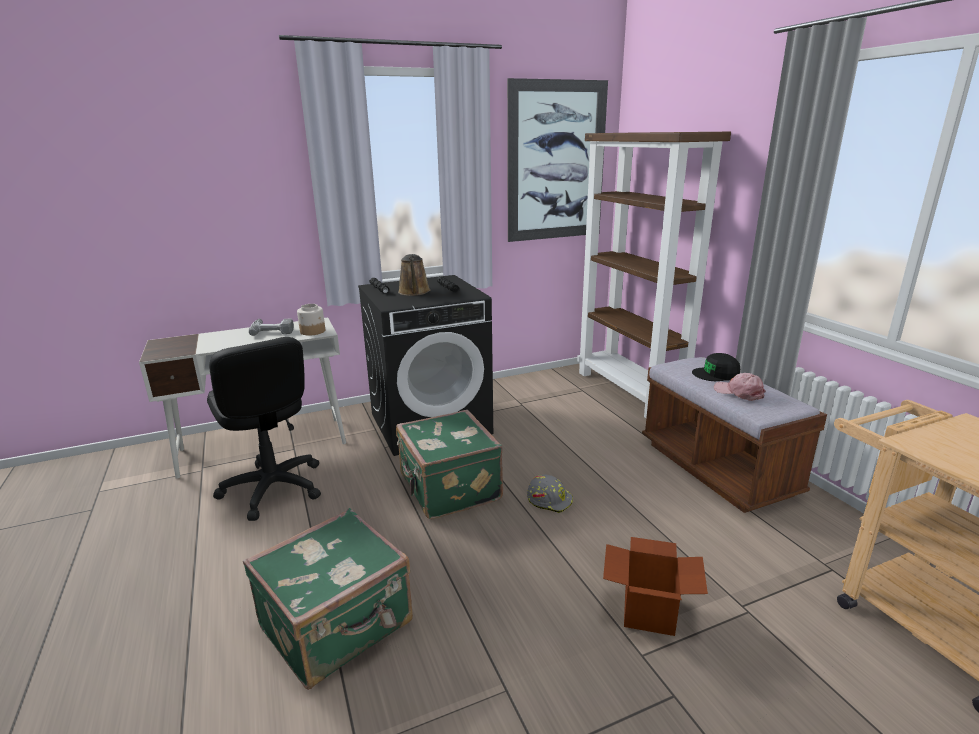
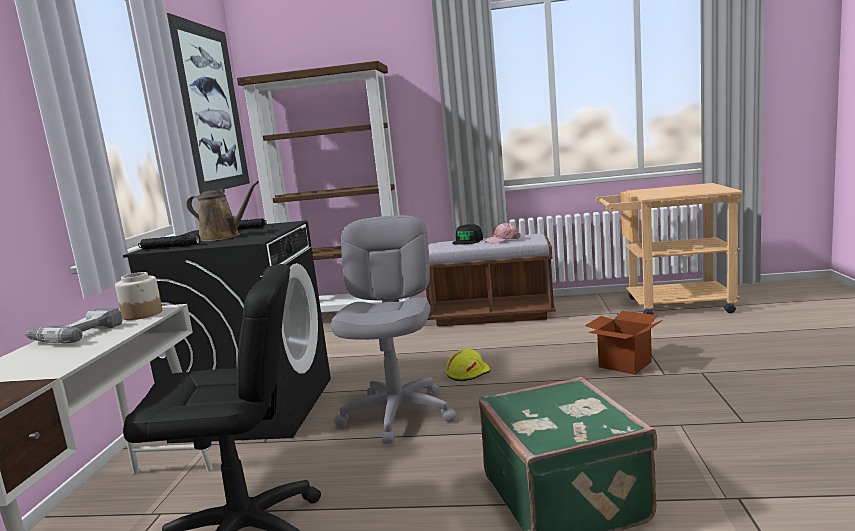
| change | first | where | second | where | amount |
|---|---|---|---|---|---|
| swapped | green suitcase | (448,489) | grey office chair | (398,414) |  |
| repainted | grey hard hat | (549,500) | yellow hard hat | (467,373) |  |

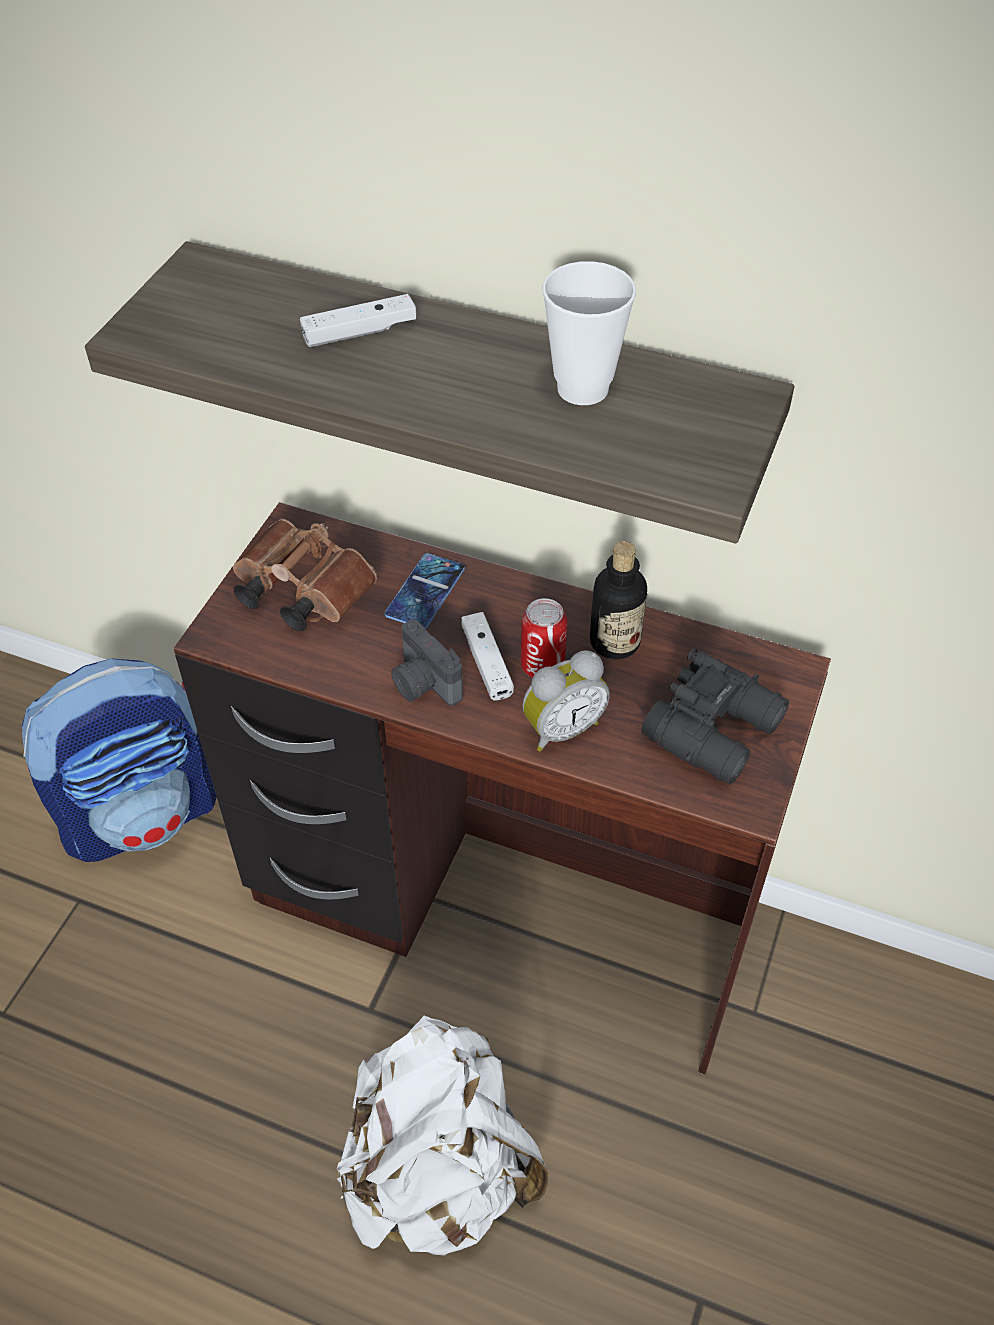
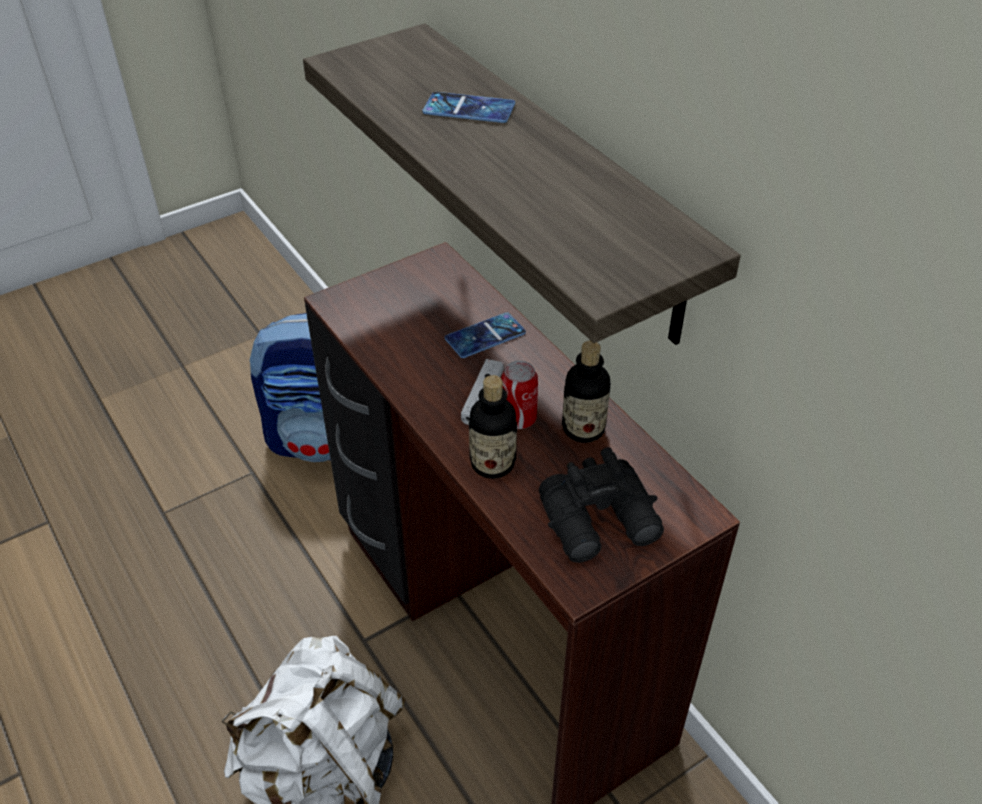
| change | first | where | second | where | amount |
|---|---|---|---|---|---|
| gone | cup | (582,389) |  |  |  |
| swapped | white game controller | (360,332) | phone | (469,108) |  |
| gone | brown binoculars | (299,592) |  |  |  |
| gone | photo camera | (423,684) |  |  |  |
| swapped | alarm clock | (561,728) | bottle | (492,463) |  |

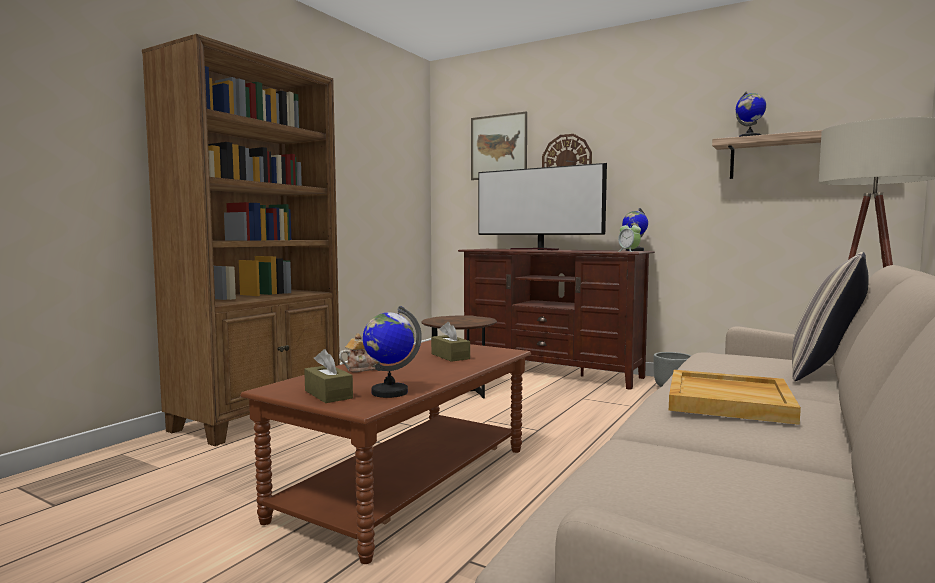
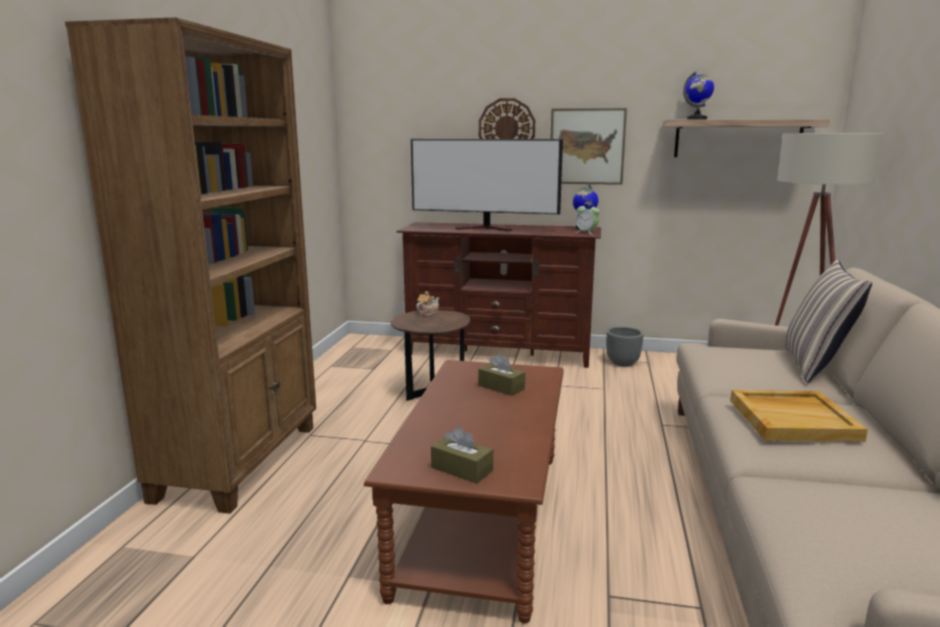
| change | first | where | second | where | amount |
|---|---|---|---|---|---|
| shifted | picture | (498,147) |  | (587,146) |  |
| gone | globe | (389,392) |  |  |  |
| shifted | teapot | (362,369) |  | (427,313) |  |

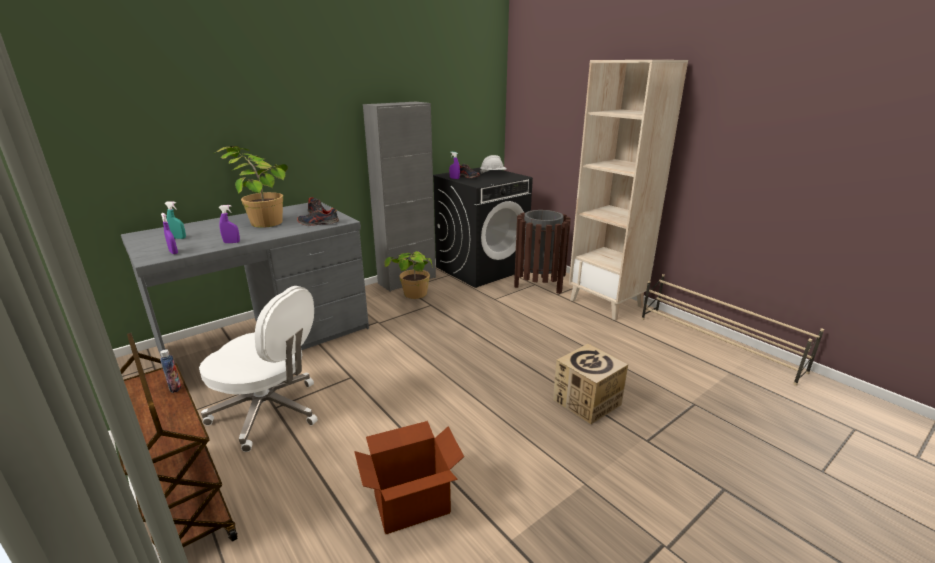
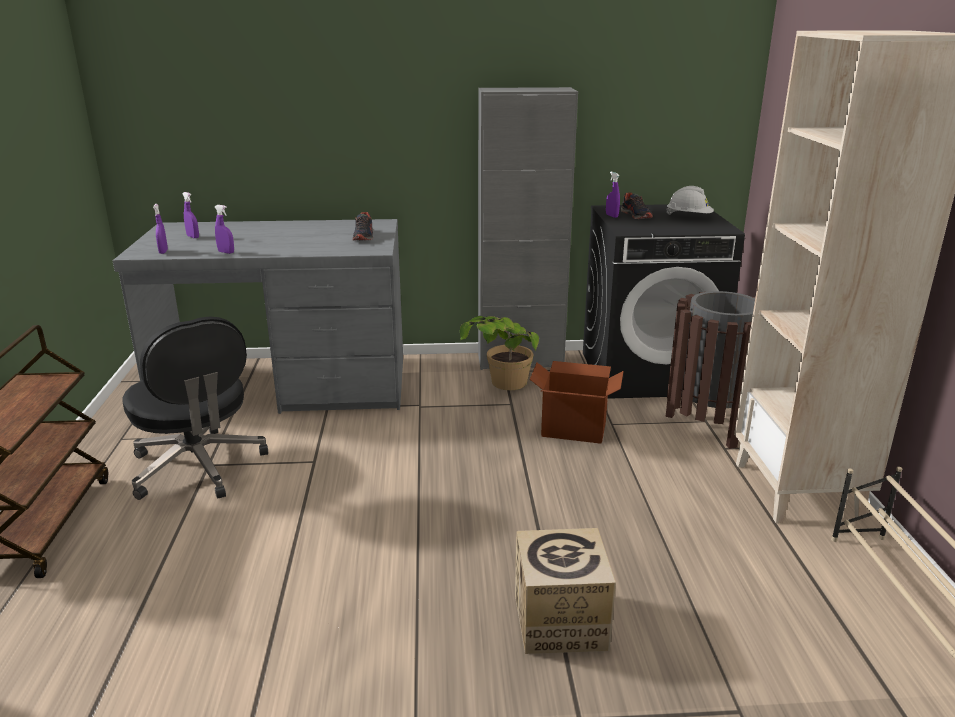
| change | first | where | second | where | amount |
|---|---|---|---|---|---|
| gone | potted plant | (260,219) |  |  |  |
| repainted | turquoise spray bottle | (179,238) | purple spray bottle | (193,237) |  |
| gone | shoe | (318,223) |  |  |  |
| repainted | white office chair | (269,412) | black office chair | (198,467) |  |
| gone | bottle | (175,388) |  |  |  |
| shifted | cardboard box | (411,503) |  | (573,429) |  |

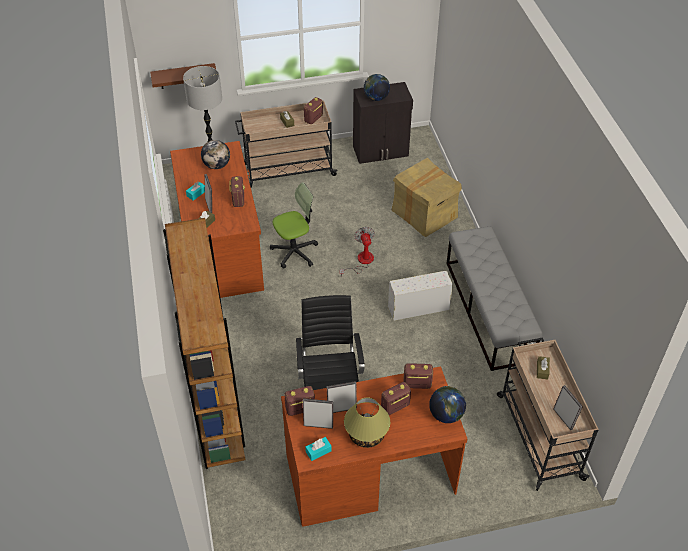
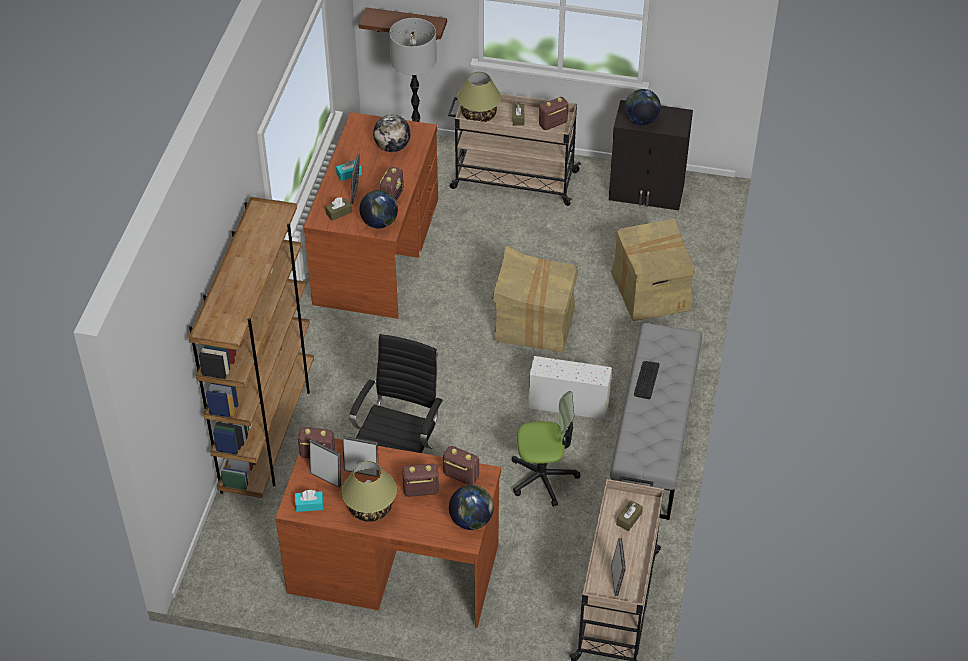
| change | first | where | second | where | amount |
|---|---|---|---|---|---|
| shifted | office chair | (294,252) |  | (543,477) |  |
| swapped | fan | (361,261) | cardboard box | (534,324) |  |
| new |  |  | table lamp | (479,115) |  |
| new |  |  | globe | (379,223) |  |
| new |  |  | keyboard | (646,380) |  |

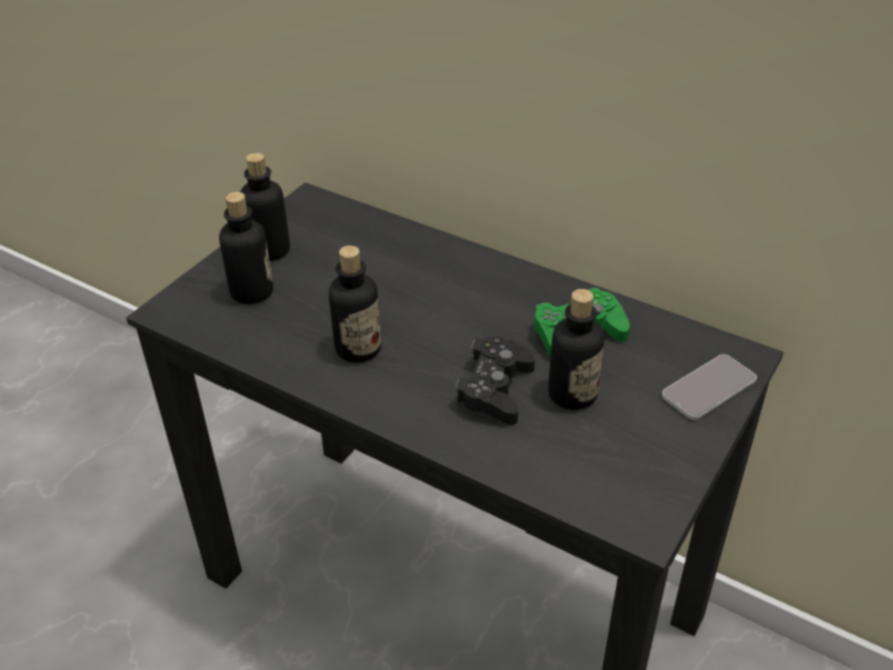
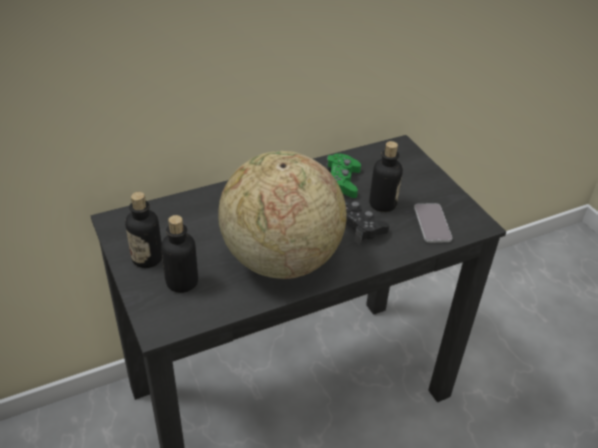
| change | first | where | second | where | amount |
|---|---|---|---|---|---|
| swapped | bottle | (358,349) | globe | (280,260) |  |
| shifted | phone | (709,388) |  | (432,223) |  |

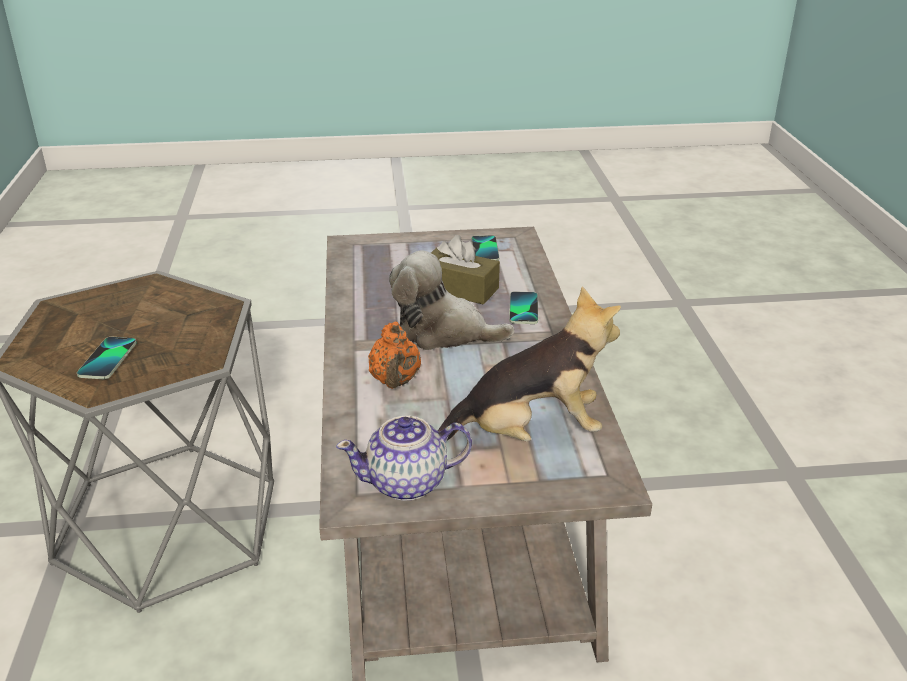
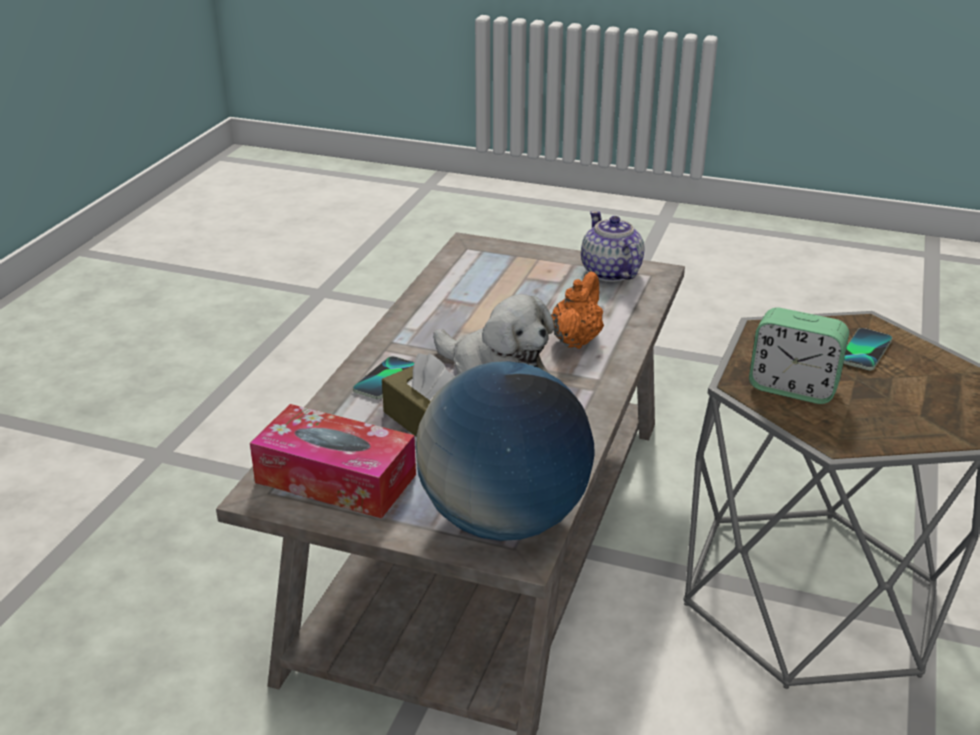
| change | first | where | second | where | amount |
|---|---|---|---|---|---|
| swapped | phone | (485,249) | tissue box | (336,478) |  |
| gone | plush toy | (529,433) |  |  |  |
| rotated | teapot | (408,483) |  | (610,273) | 120 degrees counterclockwise |
| new |  |  | alarm clock | (793,388) |  |
| new |  |  | globe | (504,520) |  |

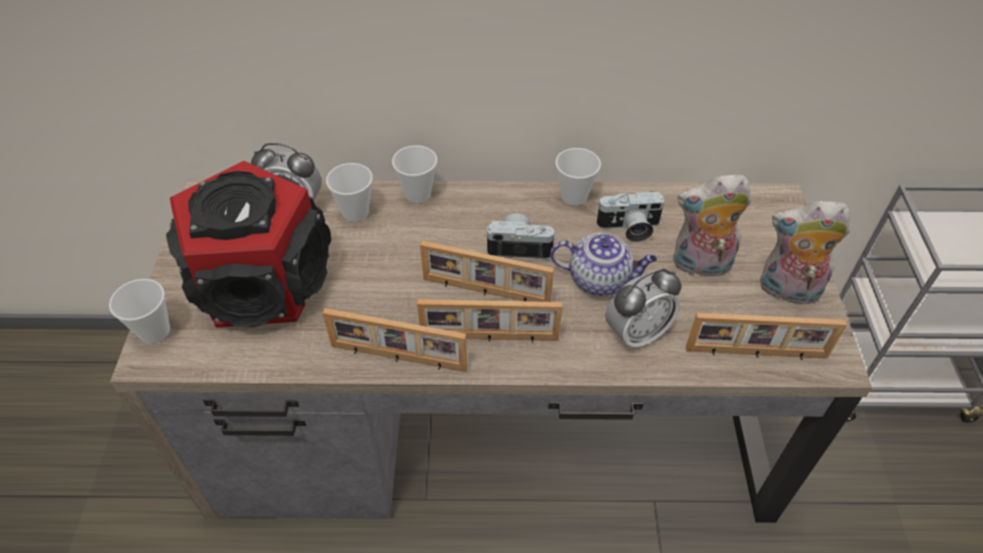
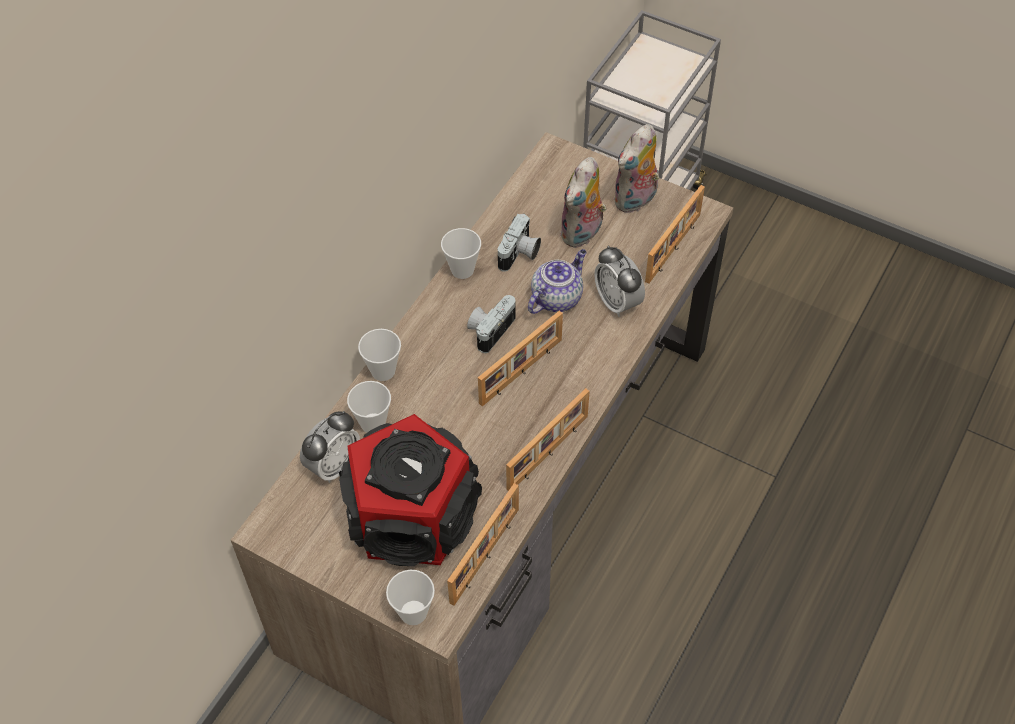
| change | first | where | second | where | amount |
|---|---|---|---|---|---|
| rotated | alarm clock | (636,333) |  | (617,302) | 150 degrees clockwise |
| shifted | picture frame | (489,339) |  | (486,556) |  |

